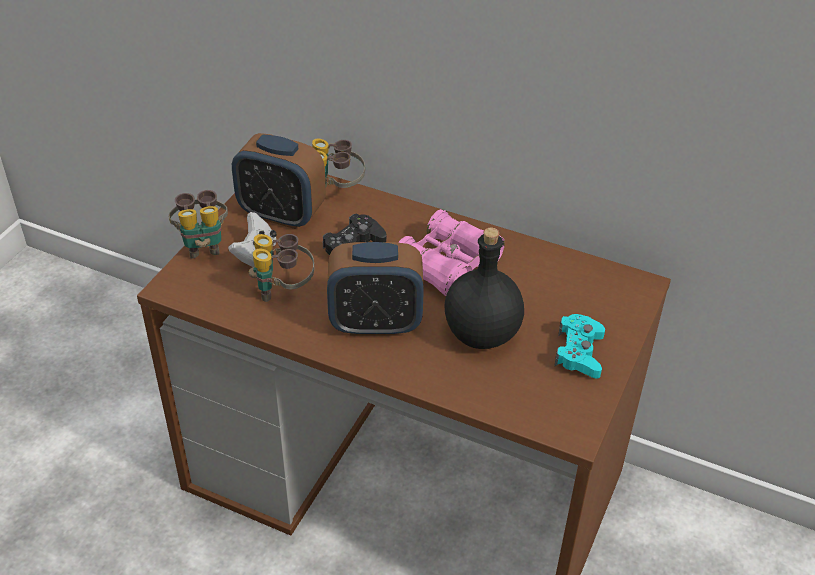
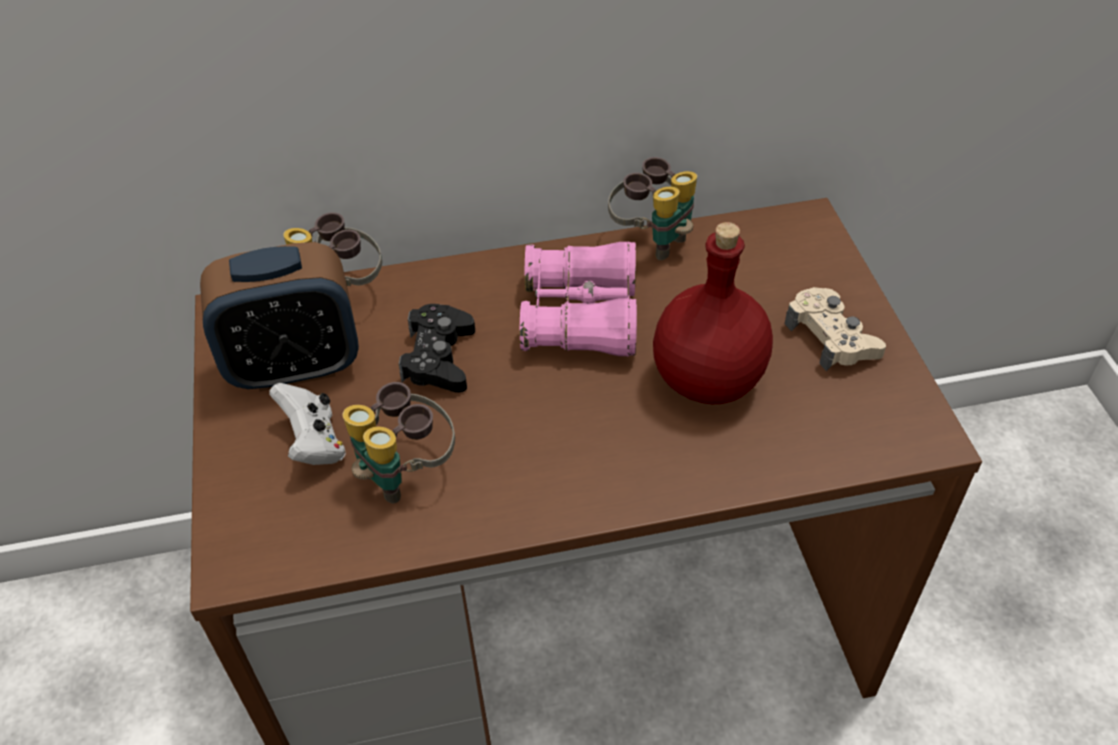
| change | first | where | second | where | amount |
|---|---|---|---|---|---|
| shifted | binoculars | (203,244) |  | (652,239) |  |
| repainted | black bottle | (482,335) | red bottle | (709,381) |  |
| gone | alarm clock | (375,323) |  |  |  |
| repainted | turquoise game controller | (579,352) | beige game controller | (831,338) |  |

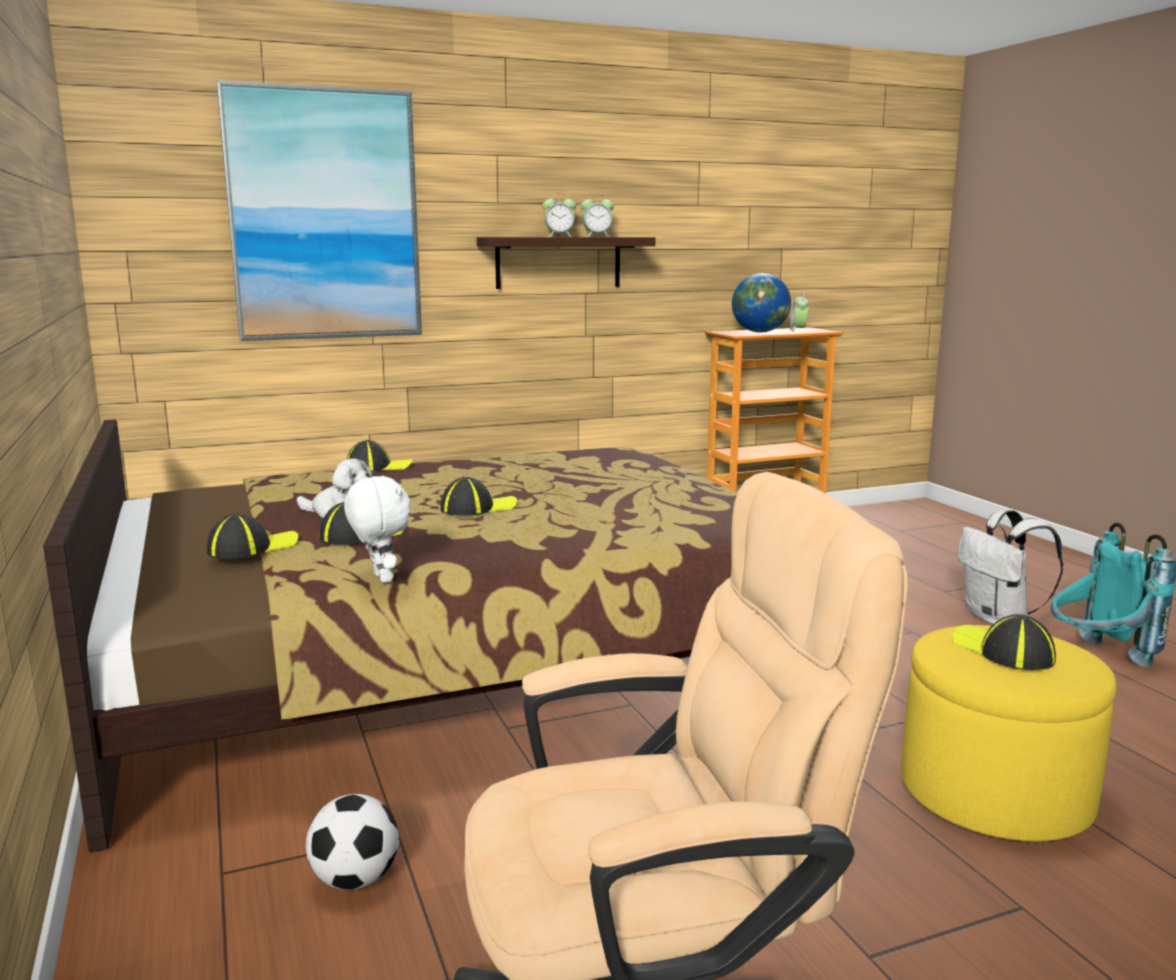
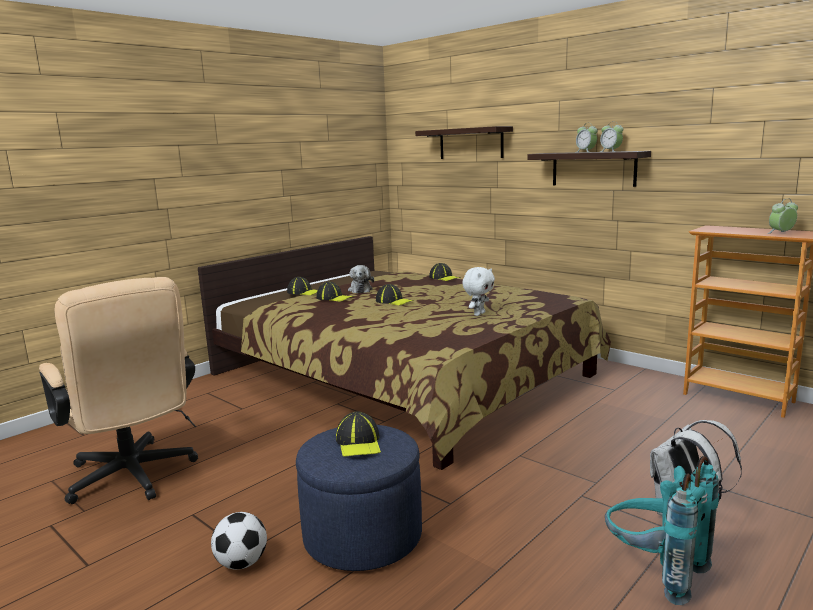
| change | first | where | second | where | amount |
|---|---|---|---|---|---|
| swapped | picture | (325,216) | shelf | (471,143) |  |
| gone | globe | (760,332) |  |  |  |
| shifted | white plush toy | (380,578) |  | (478,314) |  |
| rotated | cap | (1002,651) |  | (359,443) | 135 degrees clockwise |
| repainted | yellow ottoman | (995,793) | blue ottoman | (363,536) |  |
| shifted | football | (355,880) |  | (242,563) |  |

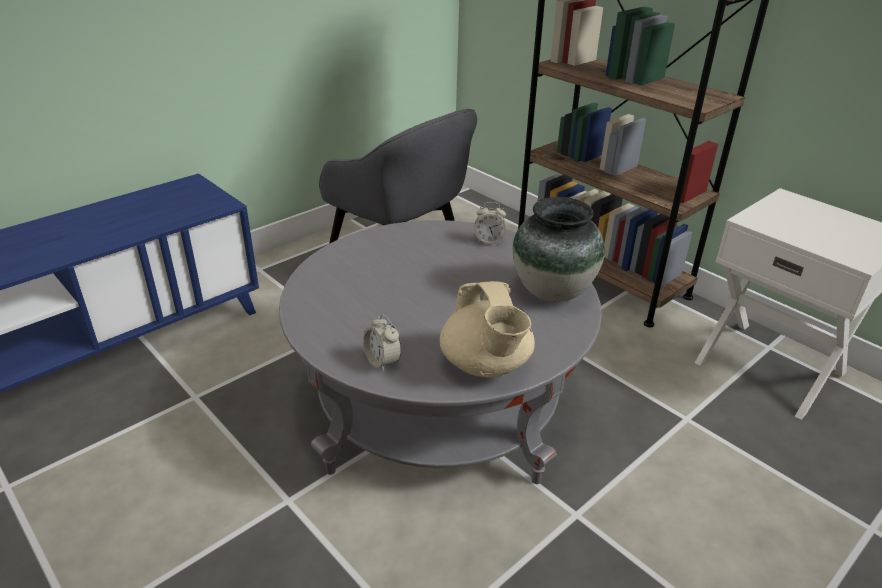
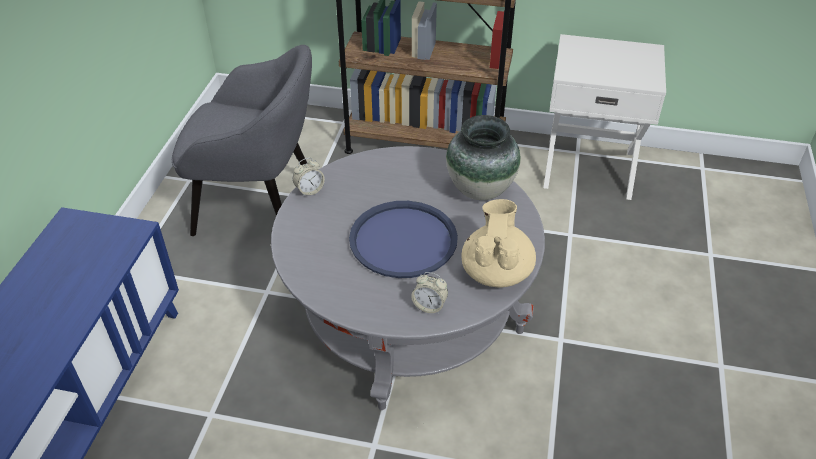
| change | first | where | second | where | amount |
|---|---|---|---|---|---|
| shifted | alarm clock | (489,241) |  | (309,190) |  |
| rotated | beige teapot | (486,365) |  | (496,271) | 120 degrees counterclockwise |
| new |  |  | blue tray | (403,240) |  |

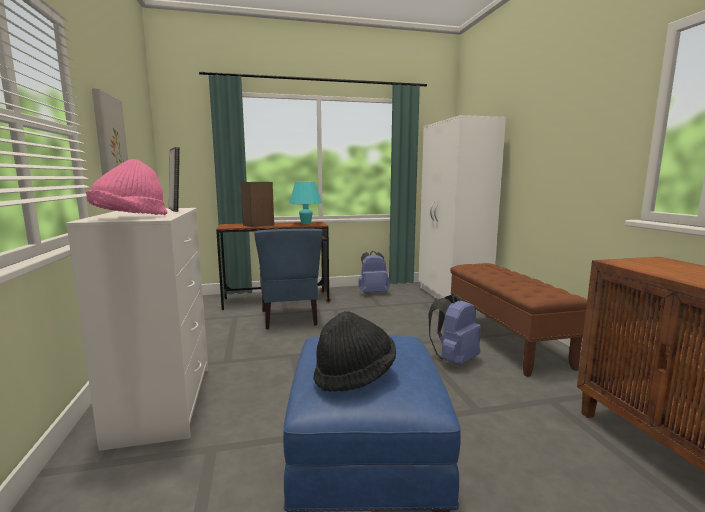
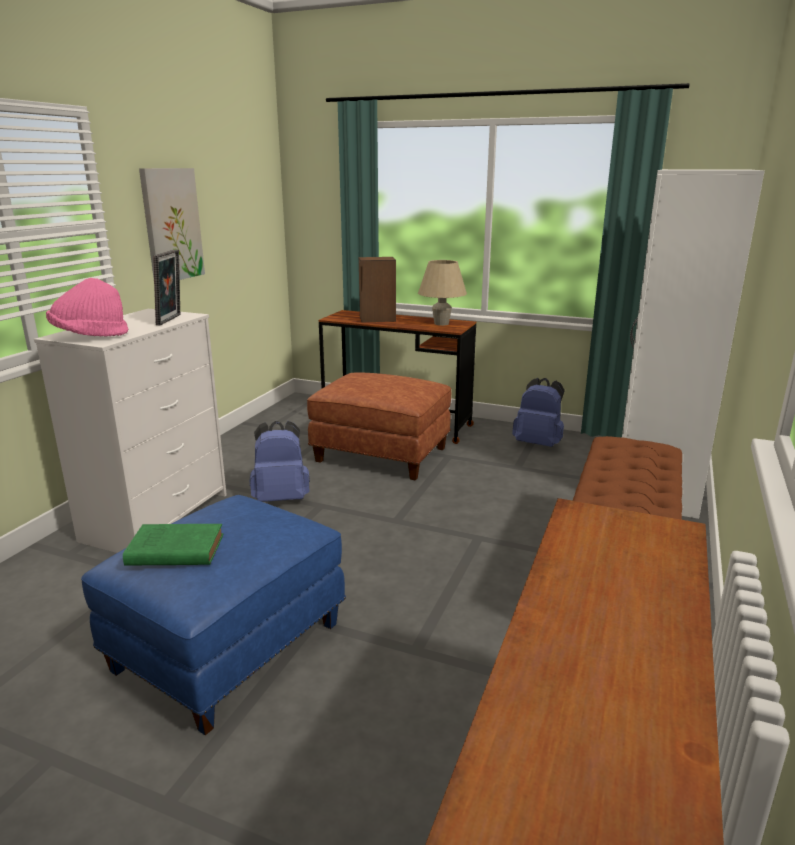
| change | first | where | second | where | amount |
|---|---|---|---|---|---|
| repainted | turquoise table lamp | (306,223) | beige table lamp | (441,324) |  |
| swapped | blue chair | (290,318) | brown ottoman | (380,455) |  |
| shifted | blue backpack | (454,360) |  | (281,498) |  |
| swapped | black hat | (355,375) | green book | (173,550) |  |

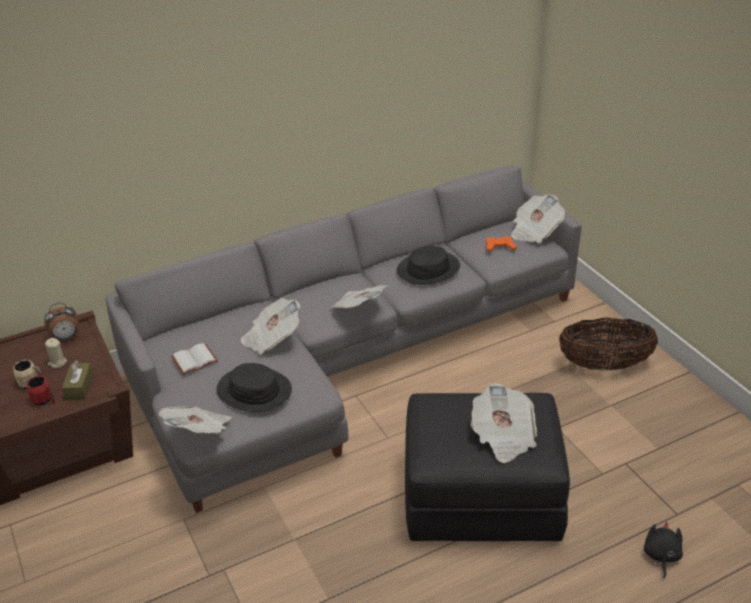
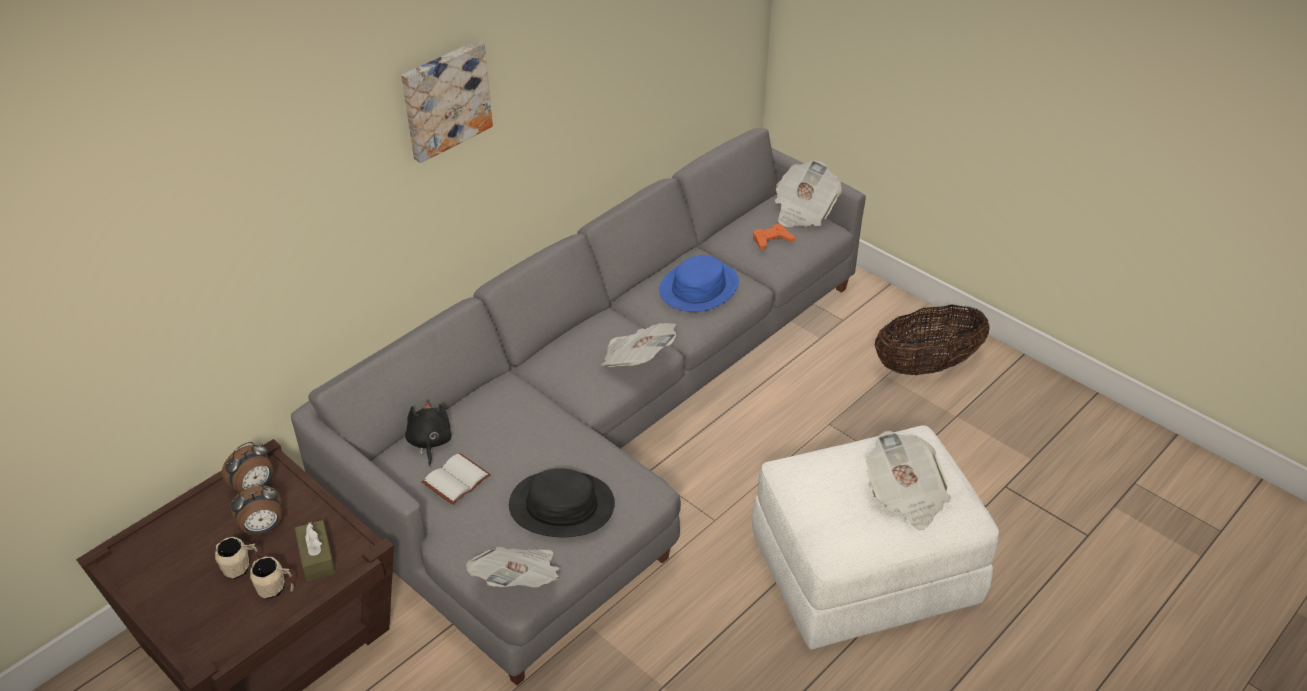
| change | first | where | second | where | amount |
|---|---|---|---|---|---|
| repainted | black hat | (428,269) | blue hat | (698,287) |  |
| gone | newspaper | (272,338) |  |  |  |
| swapped | beige candle | (57,363) | alarm clock | (263,528) |  |
| repainted | red mug | (45,400) | beige mug | (276,589) |  |
| repainted | black ottoman | (482,497) | white ottoman | (864,570) |  |
| shifted | black plush toy | (661,556) |  | (429,442) |  |
| new |  |  | picture | (445,99) |  |

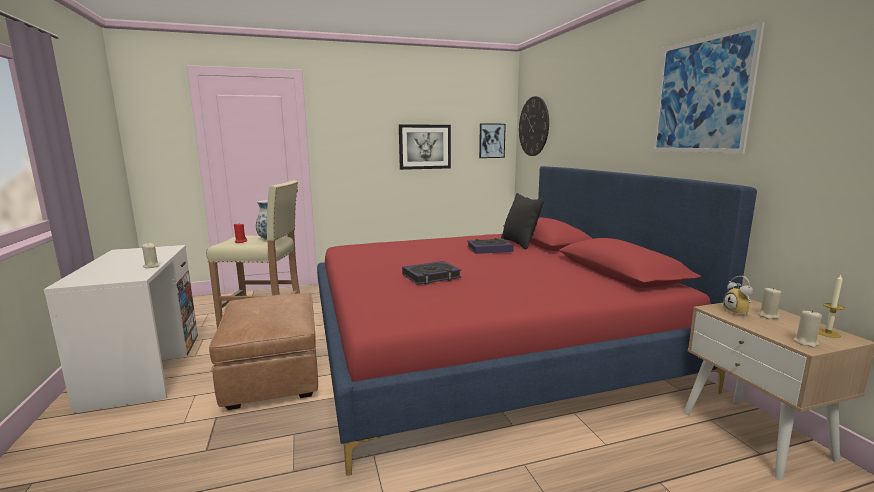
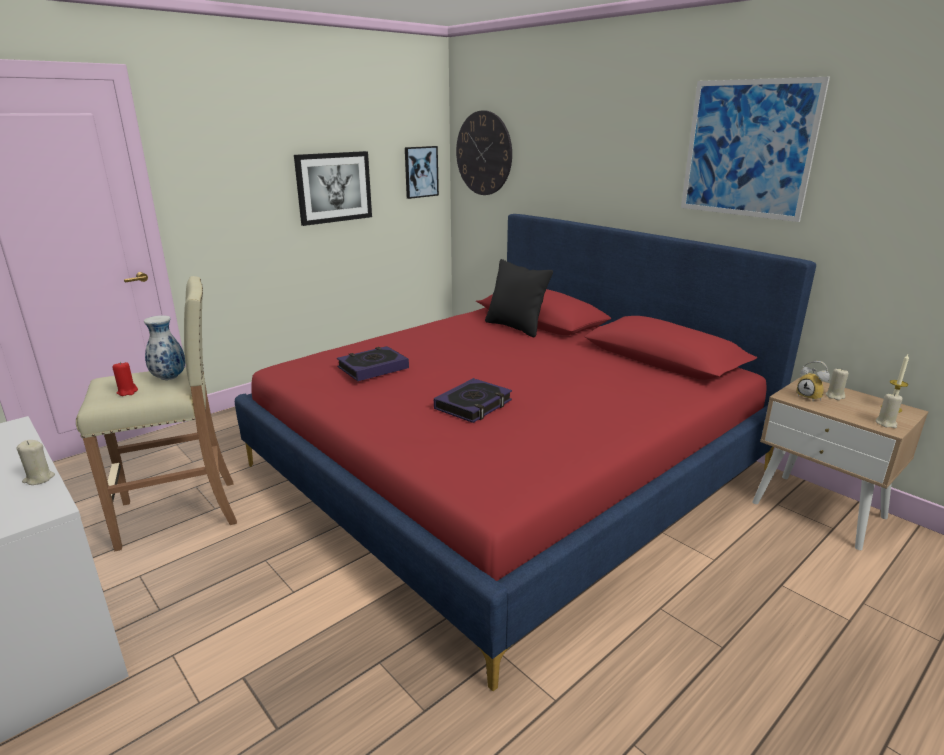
| change | first | where | second | where | amount |
|---|---|---|---|---|---|
| shifted | book | (489,249) |  | (373,368) |  |
| gone | brown ottoman | (274,375) |  |  |  |

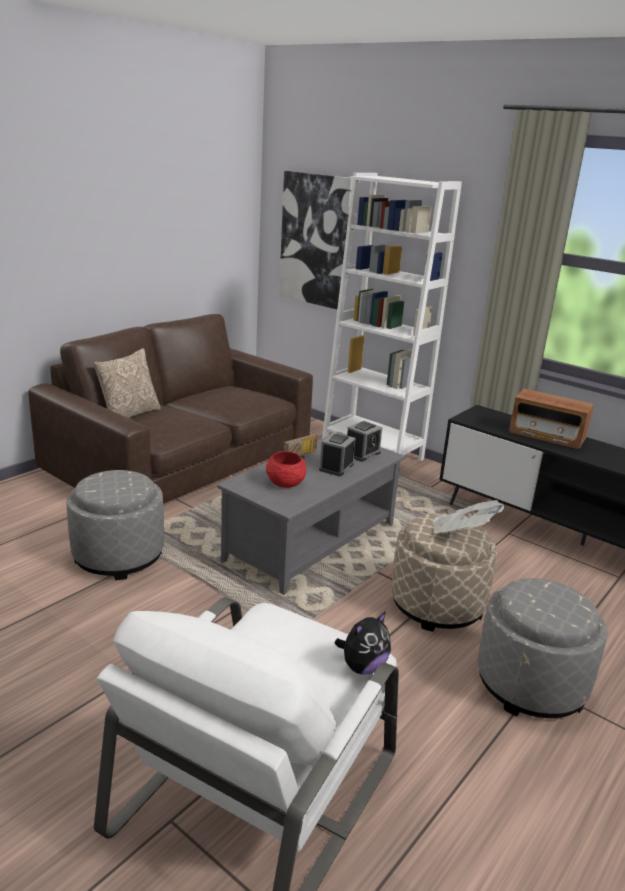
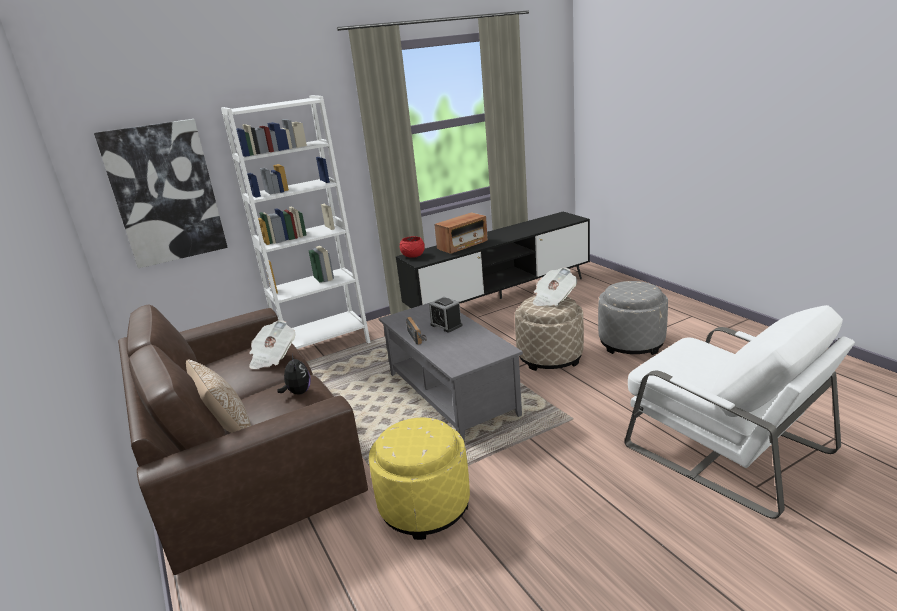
| change | first | where | second | where | amount |
|---|---|---|---|---|---|
| gone | alarm clock | (362,453) |  |  |  |
| shifted | red bowl | (285,483) |  | (413,256) |  |
| repainted | grey ottoman | (118,556) | yellow ottoman | (424,506) |  |
| shifted | plush toy | (362,667) |  | (298,392) |  |
| new |  |  | newspaper | (272,357) |  |

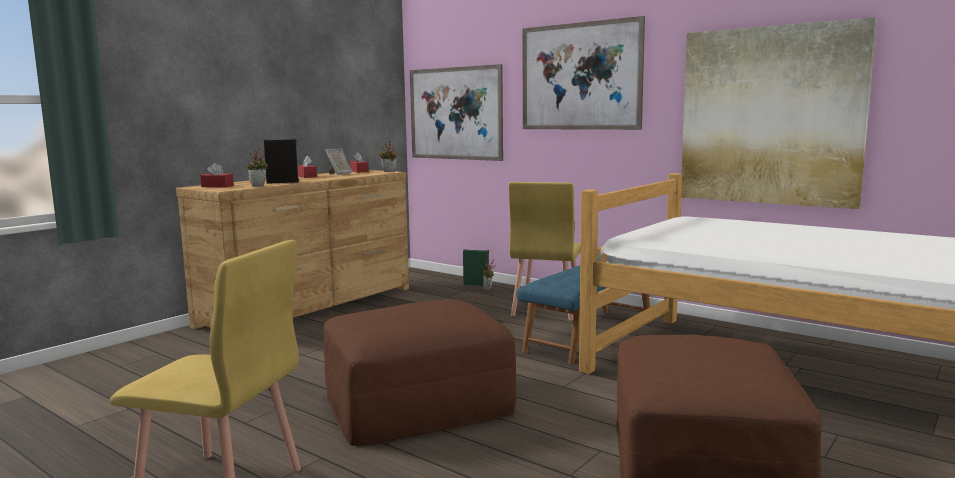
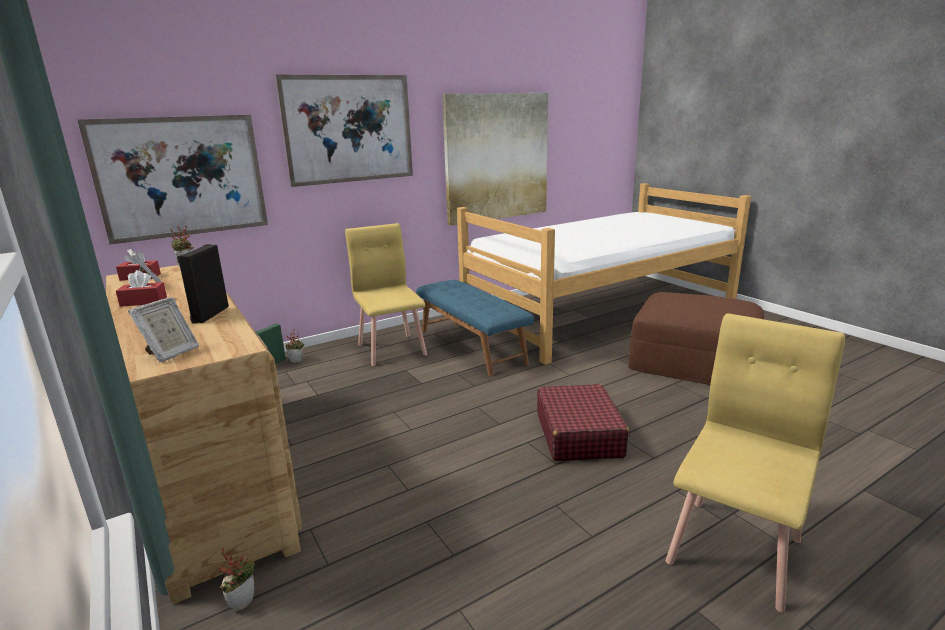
| change | first | where | second | where | amount |
|---|---|---|---|---|---|
| shifted | potted plant | (259,186) |  | (243,601) |  |
| swapped | red tissue box | (217,186) | picture frame | (170,353) |  |
| rotated | yellow chair | (546,309) |  | (392,349) | 150 degrees counterclockwise |
| swapped | brown ottoman | (417,403) | red suitcase | (578,434) |  |

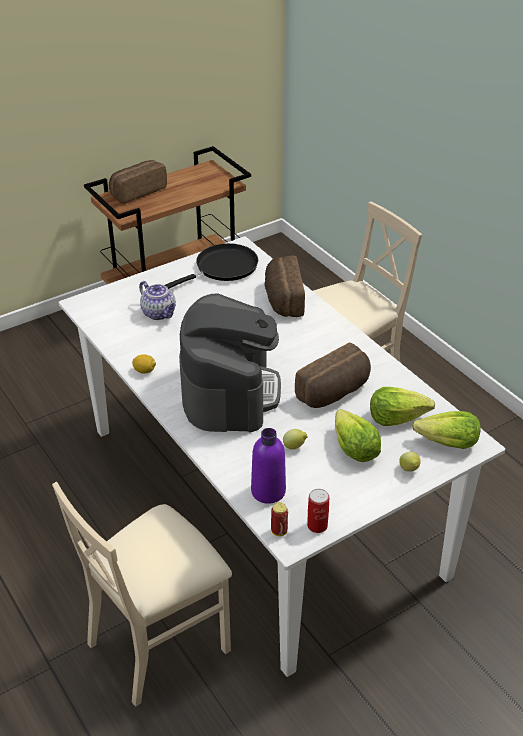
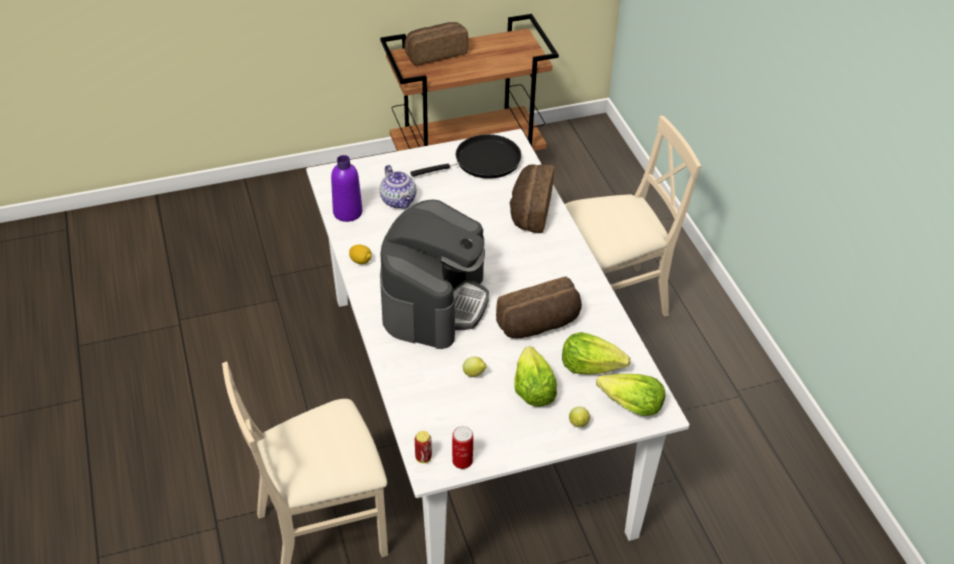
| change | first | where | second | where | amount |
|---|---|---|---|---|---|
| shifted | purple bottle | (268,491) |  | (347,212) |  |

